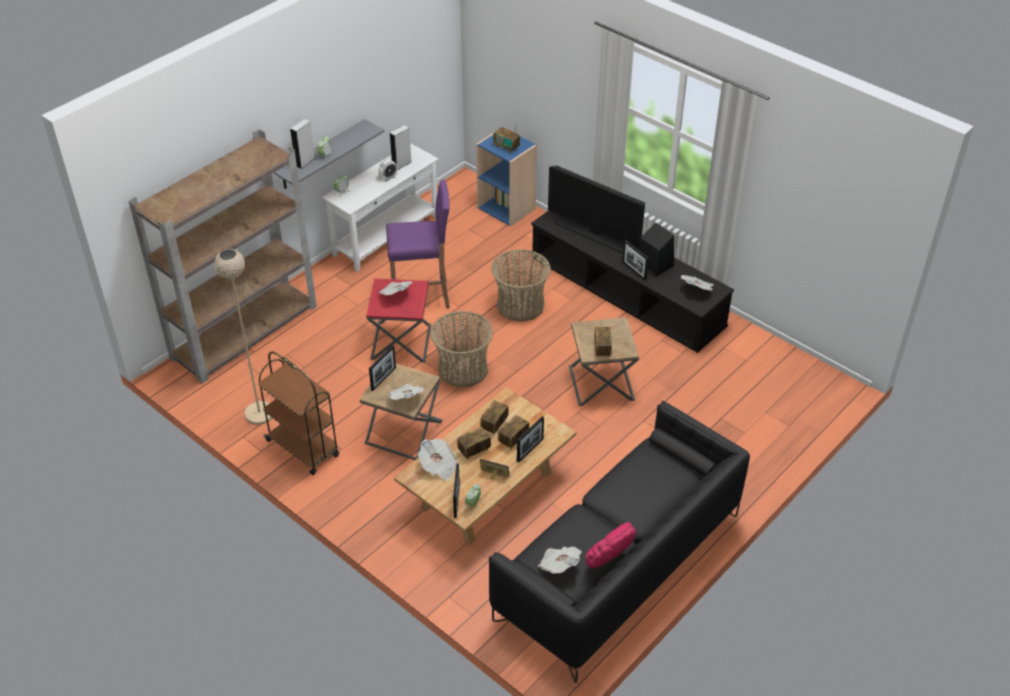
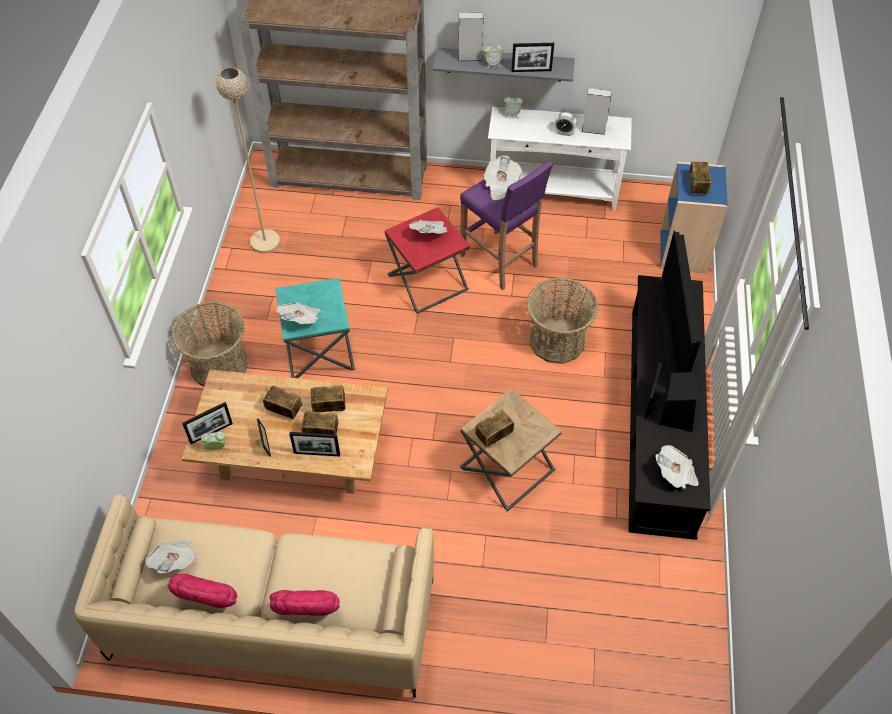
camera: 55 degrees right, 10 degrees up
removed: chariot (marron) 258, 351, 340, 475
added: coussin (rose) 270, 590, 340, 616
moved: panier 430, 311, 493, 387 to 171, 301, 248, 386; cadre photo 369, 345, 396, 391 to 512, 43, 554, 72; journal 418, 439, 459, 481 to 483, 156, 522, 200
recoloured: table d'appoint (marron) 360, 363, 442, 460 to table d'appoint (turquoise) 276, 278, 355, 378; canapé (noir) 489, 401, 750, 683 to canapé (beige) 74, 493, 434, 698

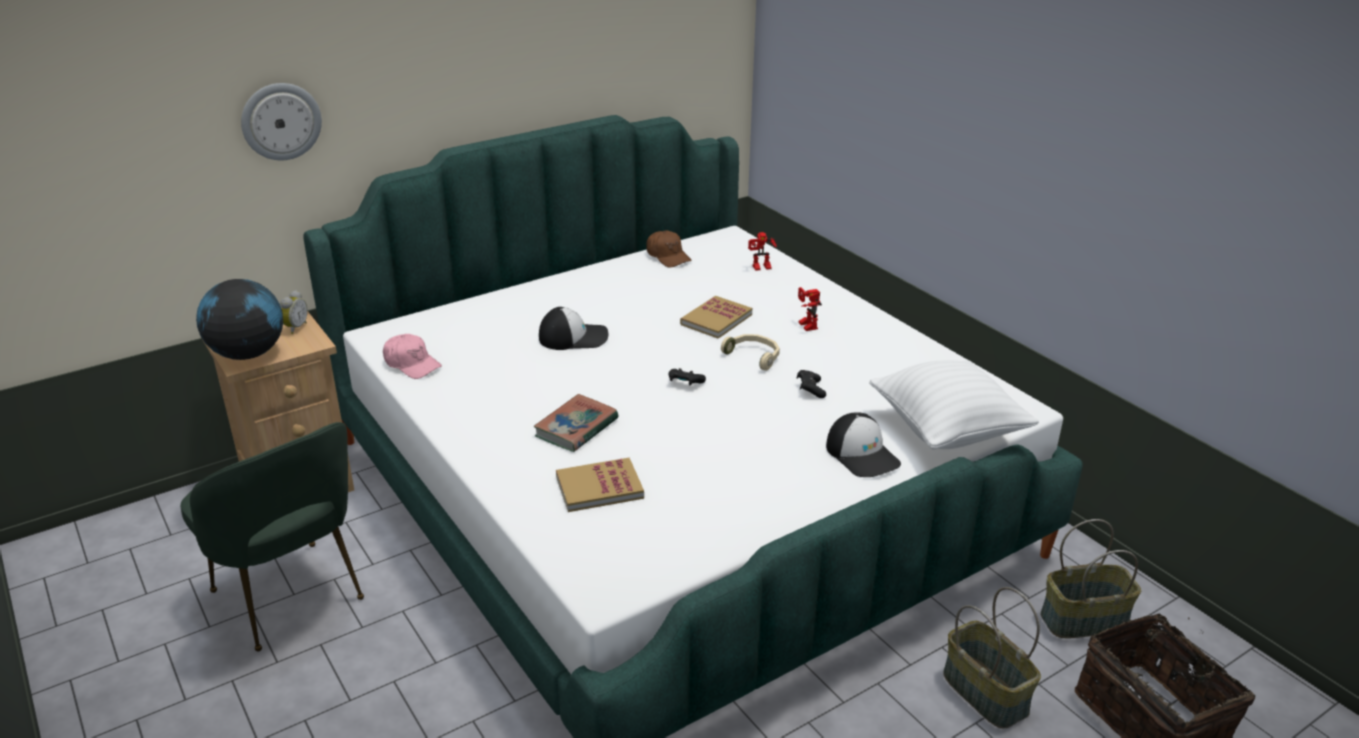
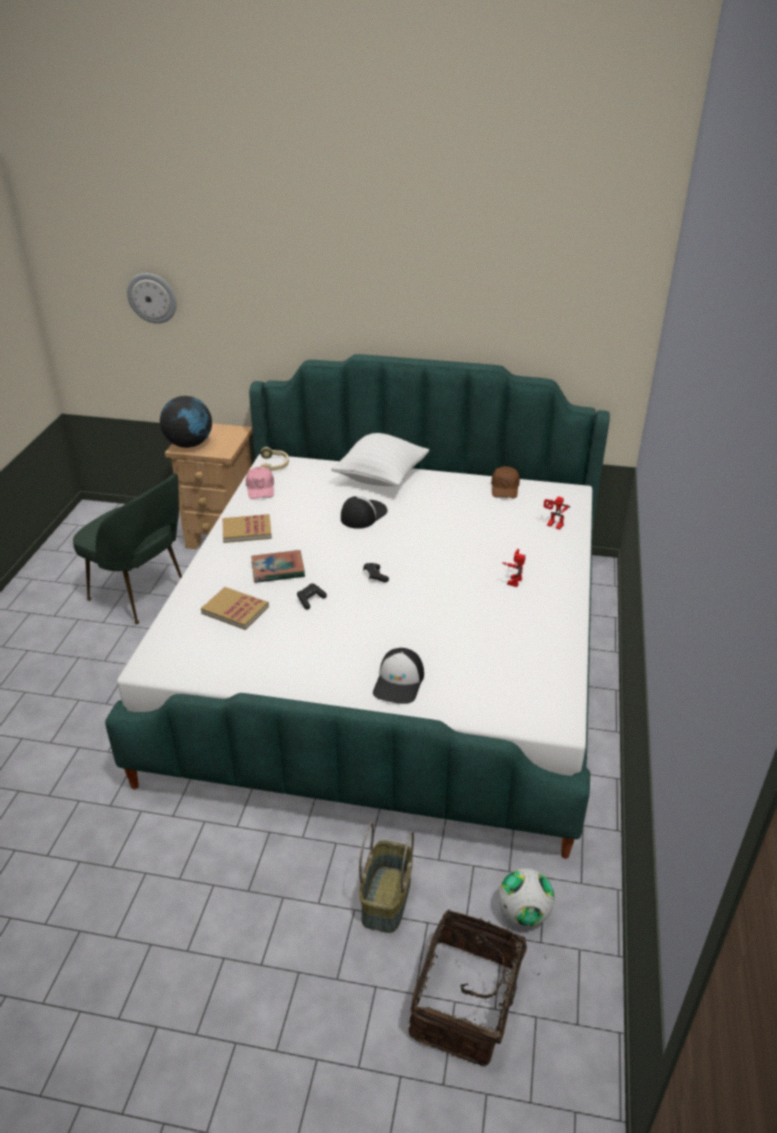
camera: 45 degrees right, 5 degrees up
removed: réveil 280, 290, 308, 334
moved: horloge murale 241, 83, 322, 160 to 127, 273, 177, 324; livre 680, 296, 752, 339 to 223, 514, 272, 543; casque audio (beige) 721, 334, 780, 371 to 260, 447, 289, 471; coussin (blanc) 869, 360, 1039, 450 to 332, 433, 429, 486; manette (noir) 797, 370, 826, 398 to 297, 583, 327, 610
replaced: panier 1041, 519, 1141, 638 to ballon de foot 499, 868, 554, 927
turned: casquette 539, 307, 608, 350 = 341, 496, 388, 529 90 degrees counterclockwise; chaise (vert) 180, 422, 364, 652 = 73, 473, 182, 624 60 degrees counterclockwise

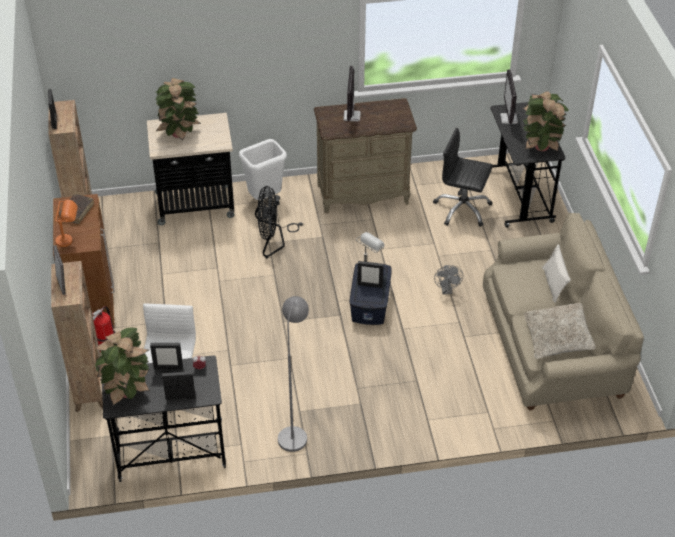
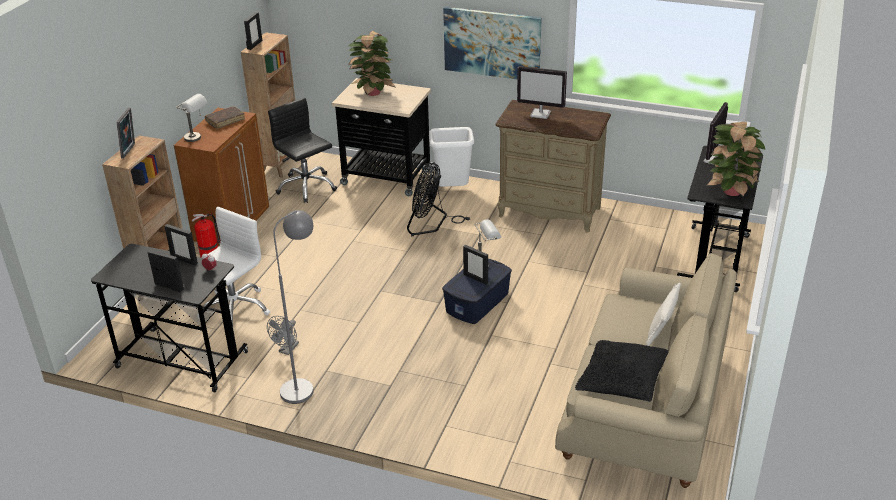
camera: 30 degrees right, 10 degrees down
removed: plante en pot 95, 327, 150, 406
added: tableau 443, 7, 542, 79
moved: chaise de bureau (noir) 433, 128, 493, 227 to 268, 98, 337, 203; ventilateur (gris) 434, 265, 463, 294 to 267, 316, 299, 355
recoloured: lampe de table (orange) 55, 200, 78, 247 to lampe de table (gris) 176, 94, 207, 142; coussin (beige) 524, 303, 596, 359 to coussin (noir) 575, 340, 669, 402
turned: écran d'ordinateur 343, 66, 361, 121 = 517, 66, 567, 119 105 degrees counterclockwise

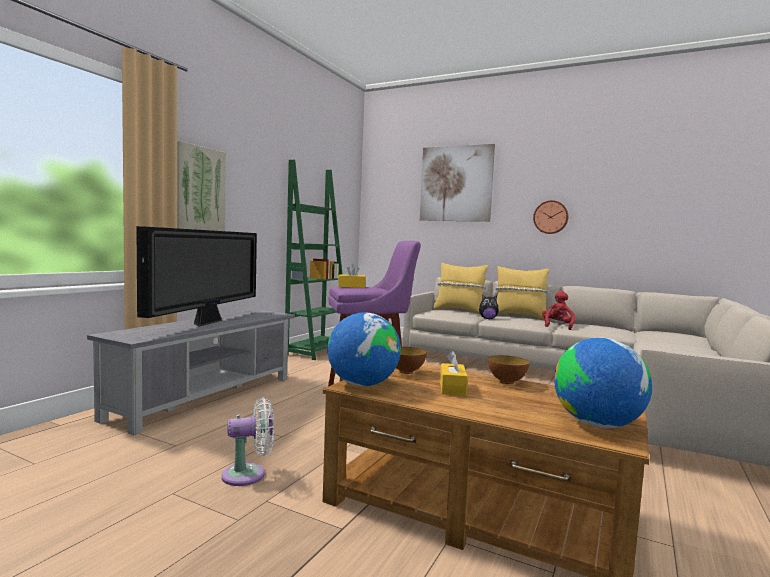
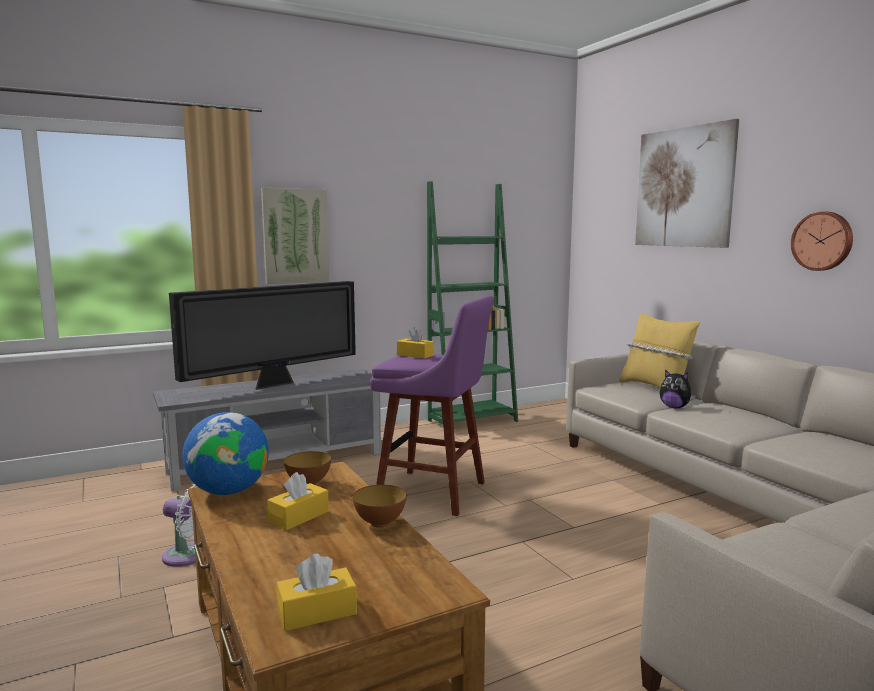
camera: 35 degrees right, 5 degrees up
removed: coussin (jaune) 495, 266, 549, 320; peluche (rouge) 542, 291, 575, 330
replaced: globe 554, 338, 652, 428 to boîte à mouchoirs (jaune) 277, 553, 357, 631

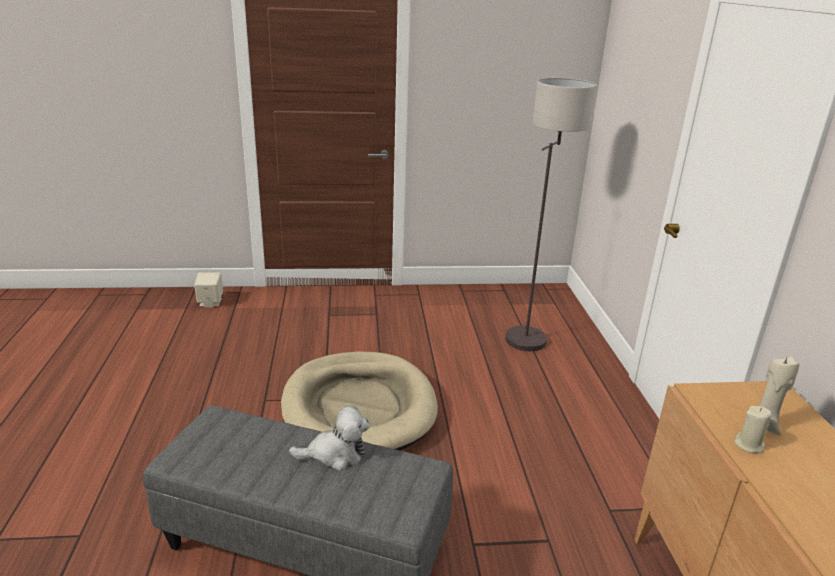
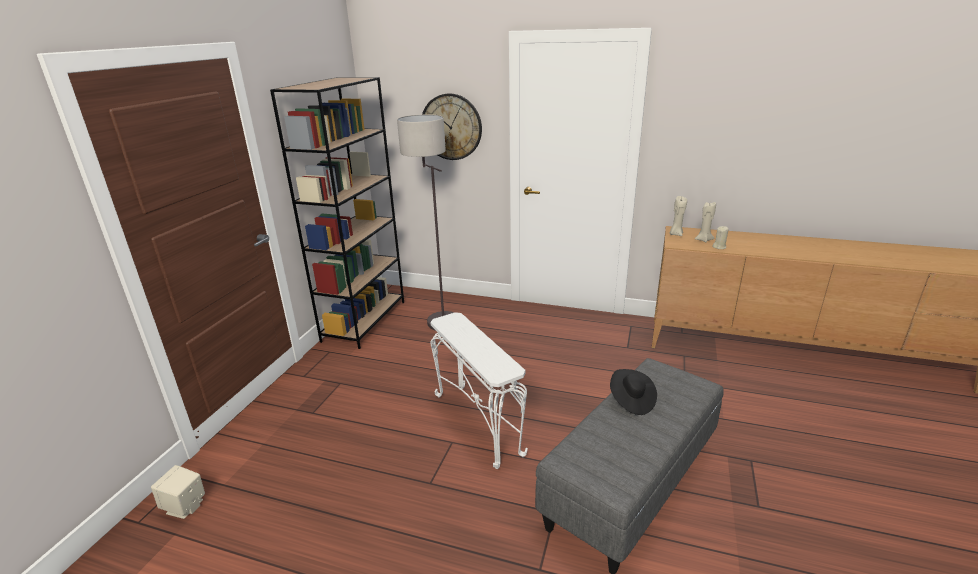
camera: 65 degrees left, 0 degrees up
added: bibliothèque (beige) 270, 77, 404, 349; horloge murale 422, 93, 482, 160; bougie (beige) 670, 196, 687, 236
replaced: panier pour chien (beige) 281, 351, 438, 451 to table d'appoint (blanc) 430, 312, 528, 469; peluche 289, 405, 370, 471 to chapeau (noir) 610, 369, 657, 415

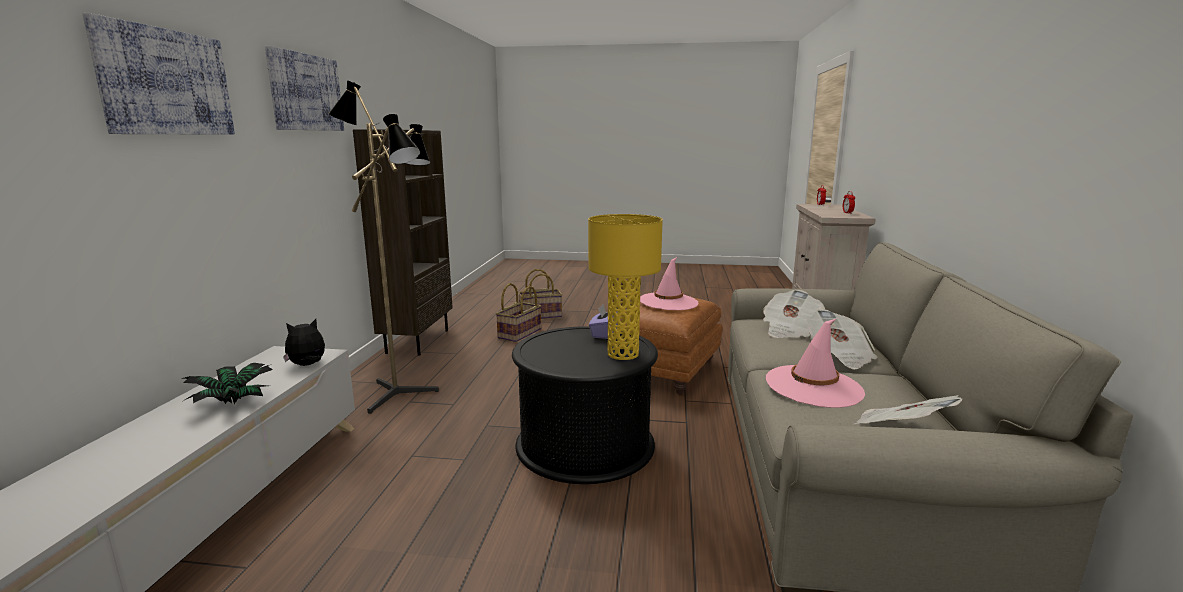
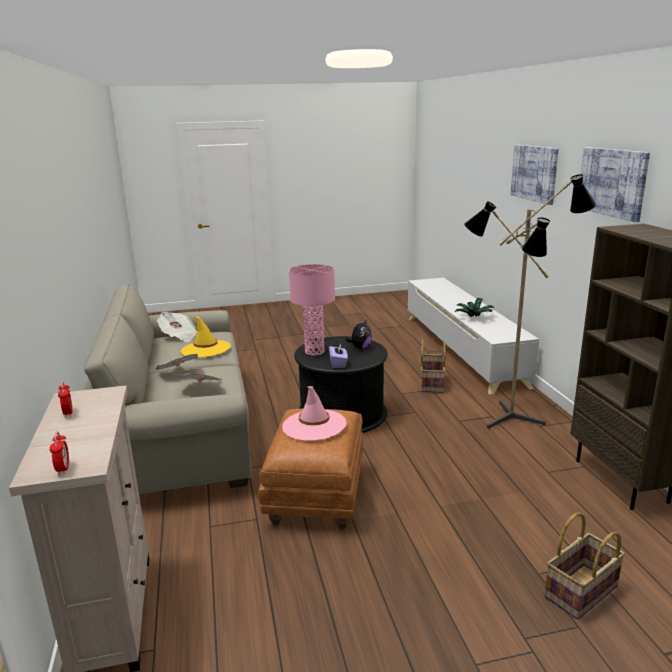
camera: 160 degrees right, 5 degrees up
moved: panier 496, 283, 541, 342 to 421, 340, 446, 393; peluche 283, 319, 325, 366 to 346, 319, 372, 349
recoloured: lampe de table (jaune) 588, 214, 663, 360 to lampe de table (rose) 289, 264, 335, 355; chapeau (rose) 765, 319, 865, 408 to chapeau (jaune) 181, 316, 231, 358

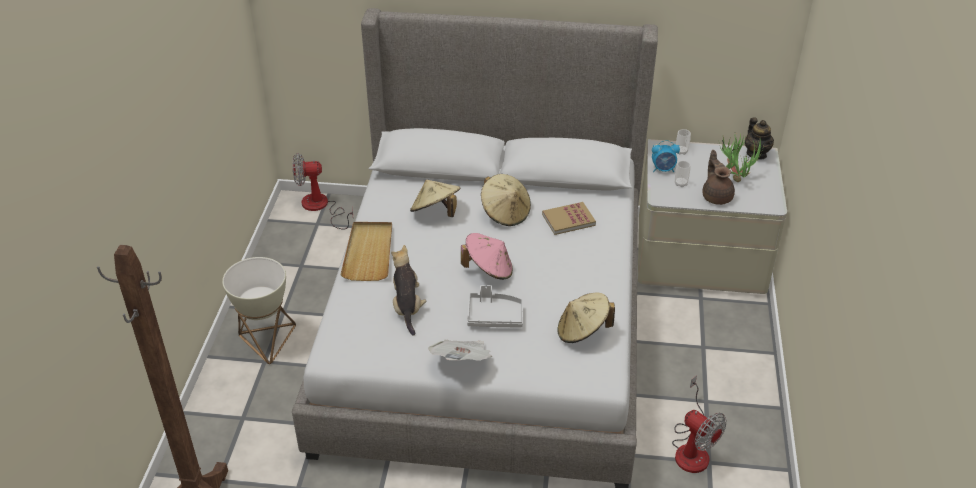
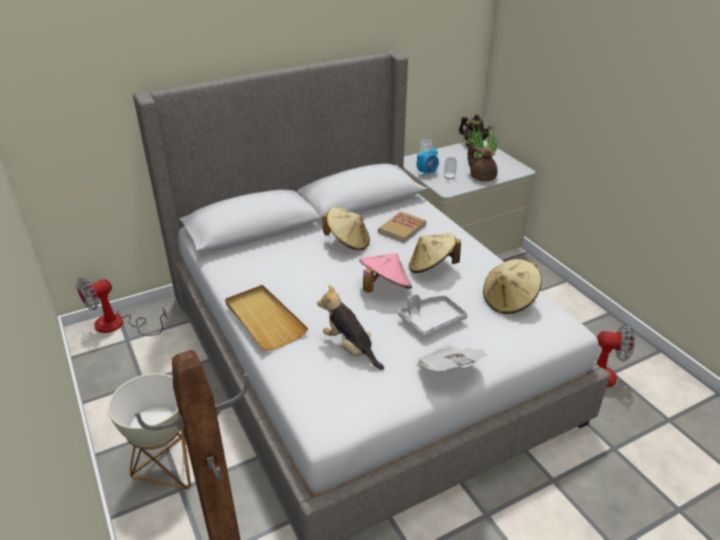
camera: 35 degrees left, 5 degrees down
moved: chapeau (beige) 410, 180, 460, 217 to 409, 233, 461, 273

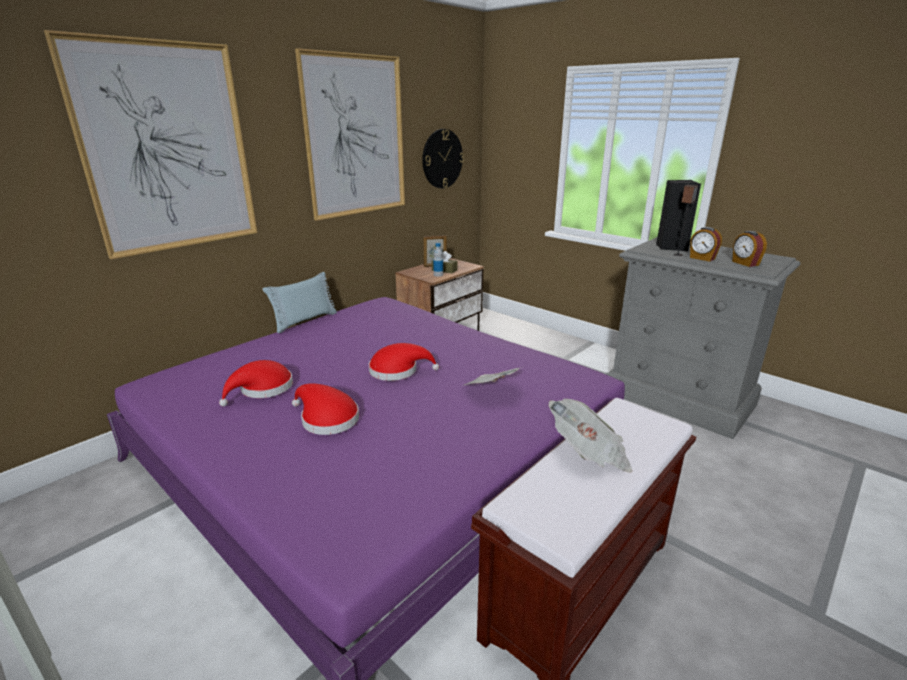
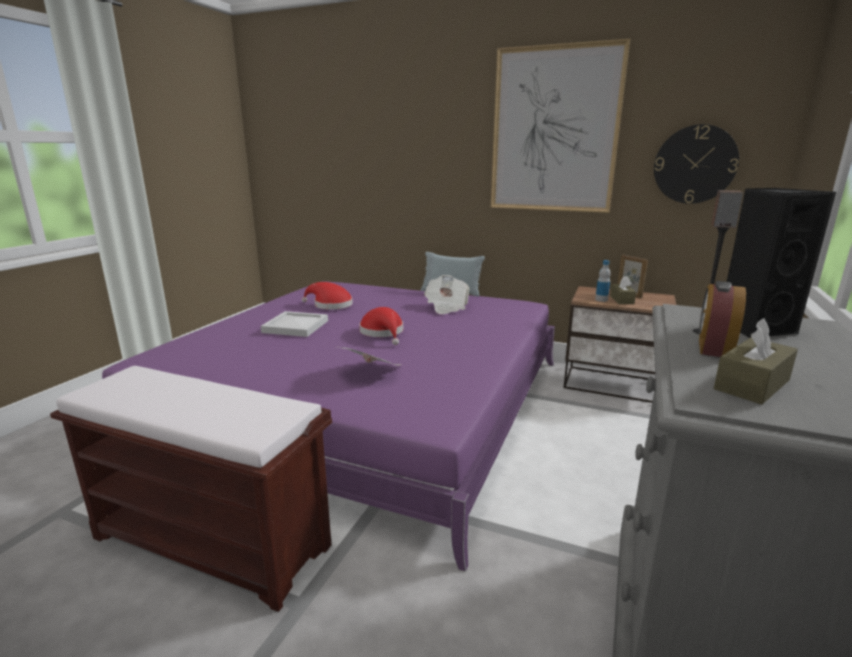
camera: 70 degrees right, 5 degrees down
removed: tableau 44, 30, 257, 259
moved: journal 548, 399, 633, 473 to 424, 275, 470, 314
replaced: réveil 732, 231, 767, 267 to boîte à mouchoirs (marron) 714, 318, 798, 405; chapeau (rouge) 292, 383, 359, 435 to plateau (blanc) 260, 311, 328, 337

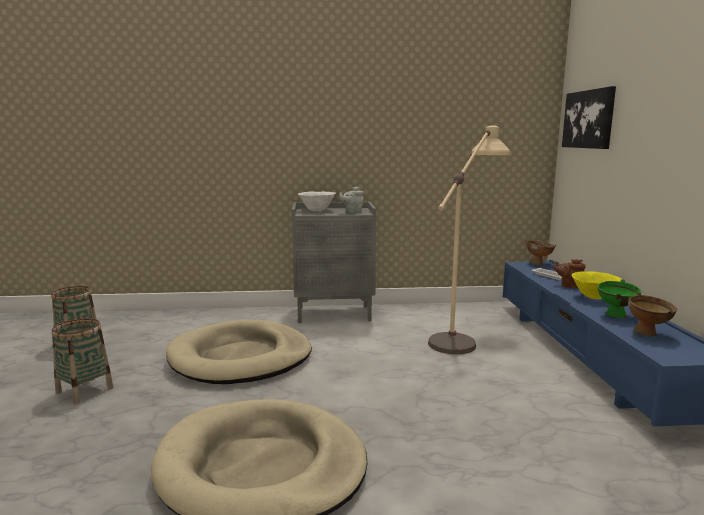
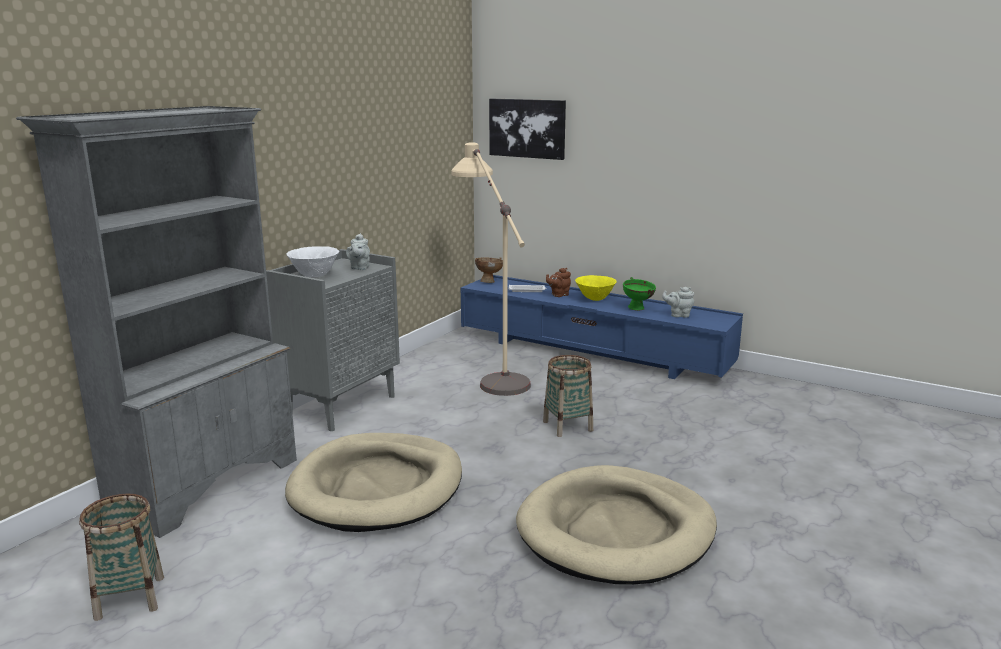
camera: 55 degrees left, 5 degrees up
added: bibliothèque (gris) 16, 106, 297, 538
moved: panier 51, 318, 113, 404 to 543, 355, 593, 437
replaced: bol (marron) 628, 292, 677, 337 to théière (gris) 662, 287, 694, 318

